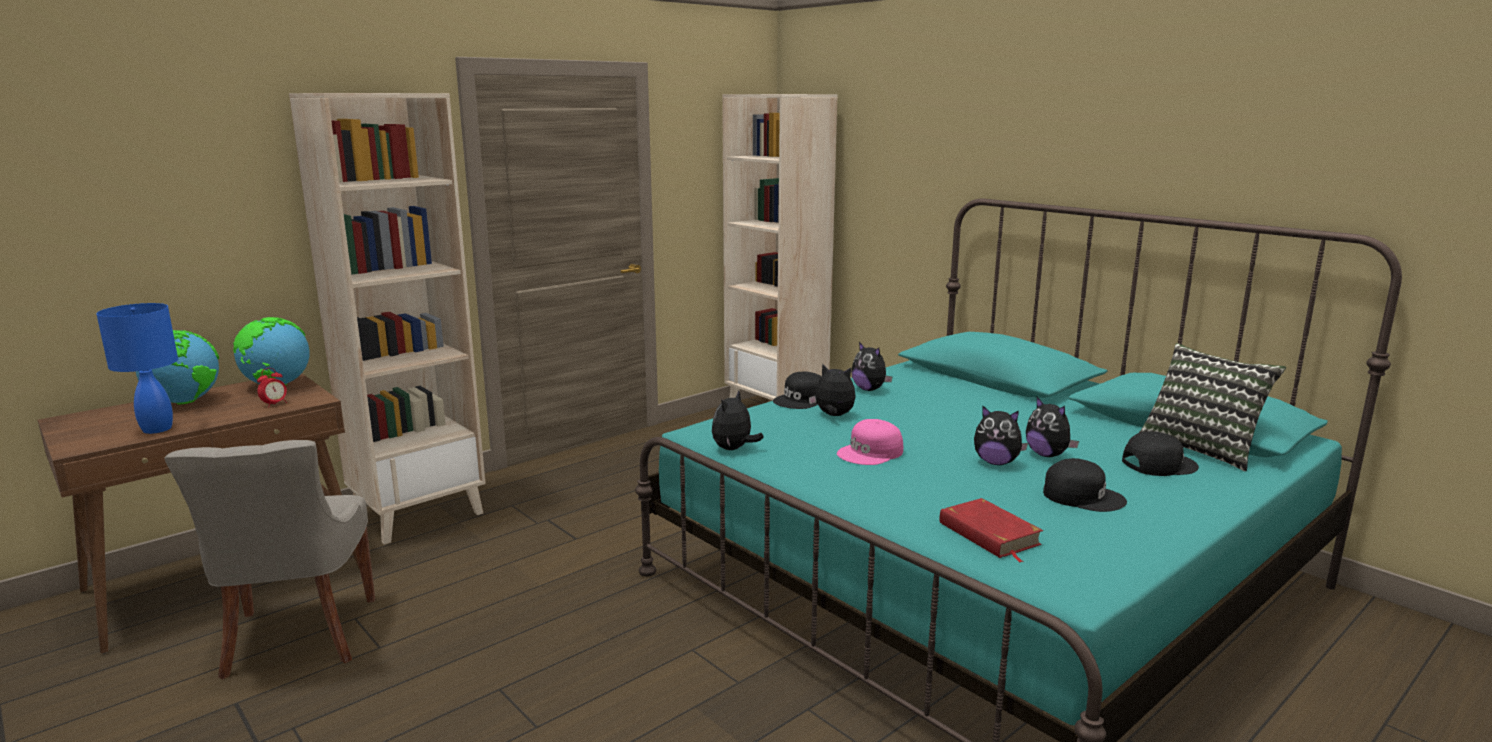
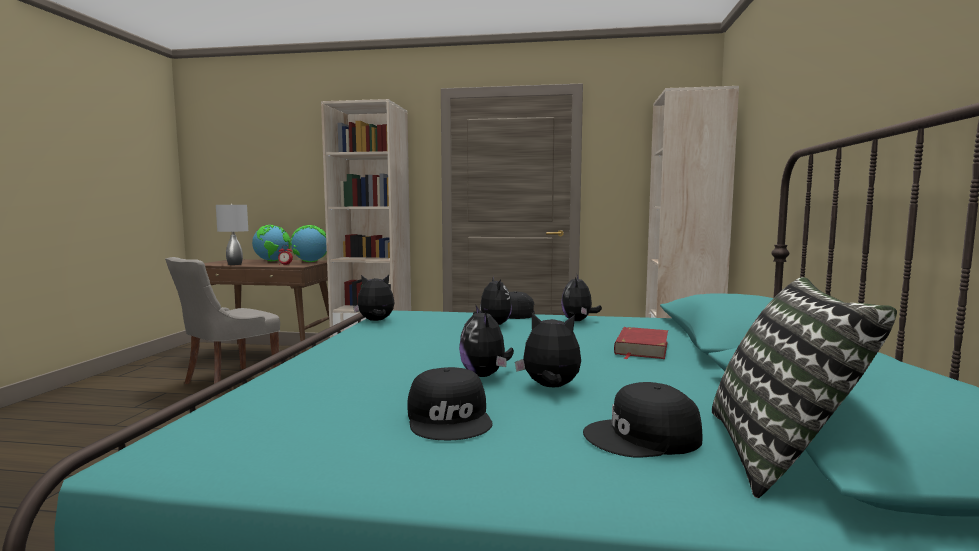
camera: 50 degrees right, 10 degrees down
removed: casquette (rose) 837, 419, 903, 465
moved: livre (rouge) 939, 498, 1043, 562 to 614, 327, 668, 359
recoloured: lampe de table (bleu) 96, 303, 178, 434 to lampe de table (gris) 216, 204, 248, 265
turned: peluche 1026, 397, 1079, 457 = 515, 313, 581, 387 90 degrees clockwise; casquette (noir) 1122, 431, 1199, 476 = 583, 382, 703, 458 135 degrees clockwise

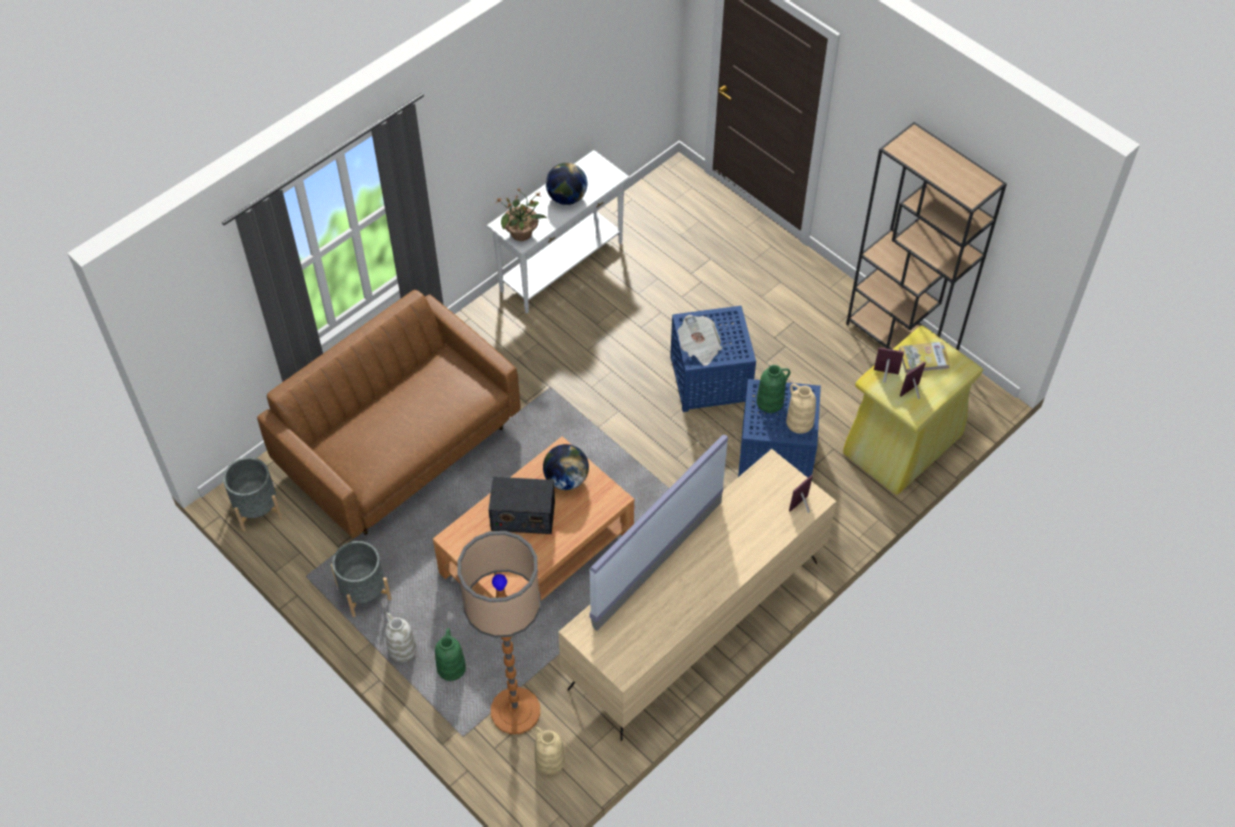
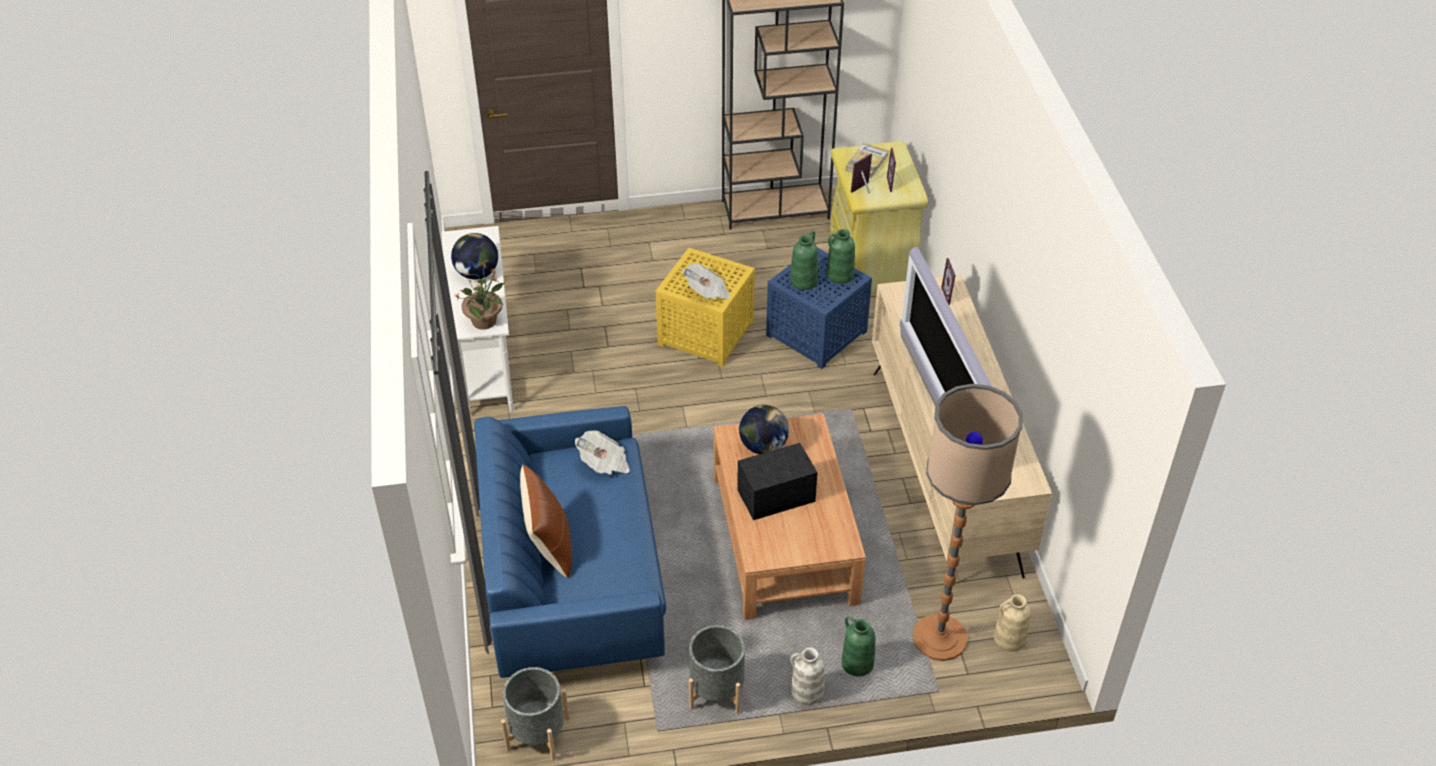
camera: 55 degrees left, 10 degrees down
added: journal 575, 430, 629, 475; coussin (marron) 520, 465, 572, 578
recoloured: canapé (marron) 257, 290, 521, 538 to canapé (bleu) 474, 406, 666, 678; table d'appoint (bleu) 670, 306, 756, 412 to table d'appoint (jaune) 655, 248, 755, 367; vase (beige) 786, 384, 816, 434 to vase (vert) 827, 229, 855, 284
turned: radio 488, 477, 555, 534 = 737, 443, 817, 520 150 degrees counterclockwise

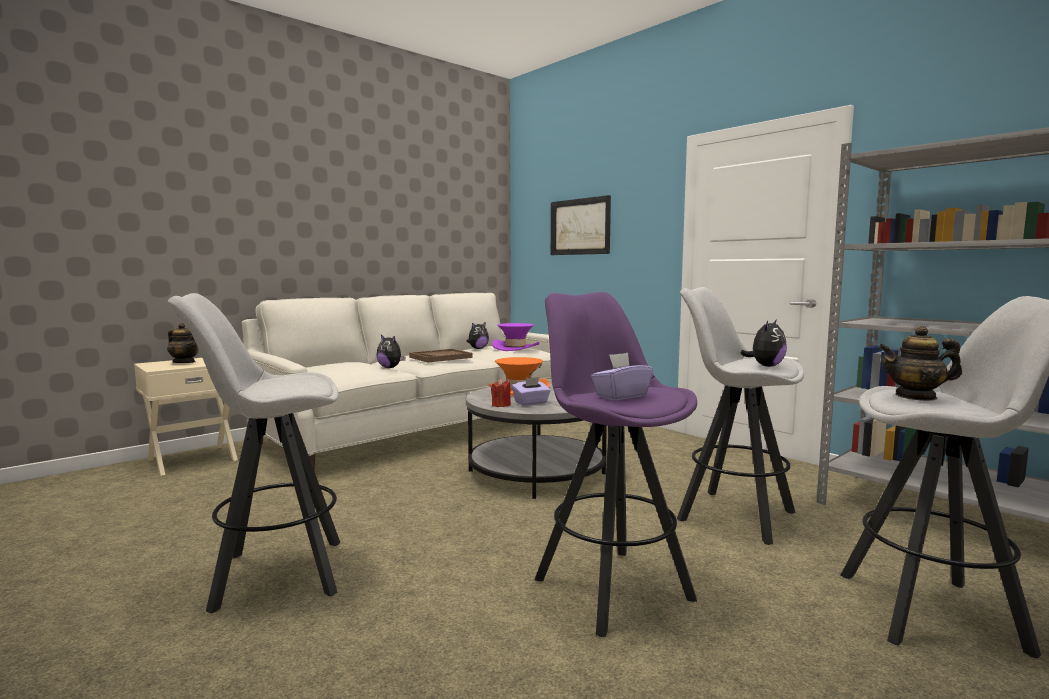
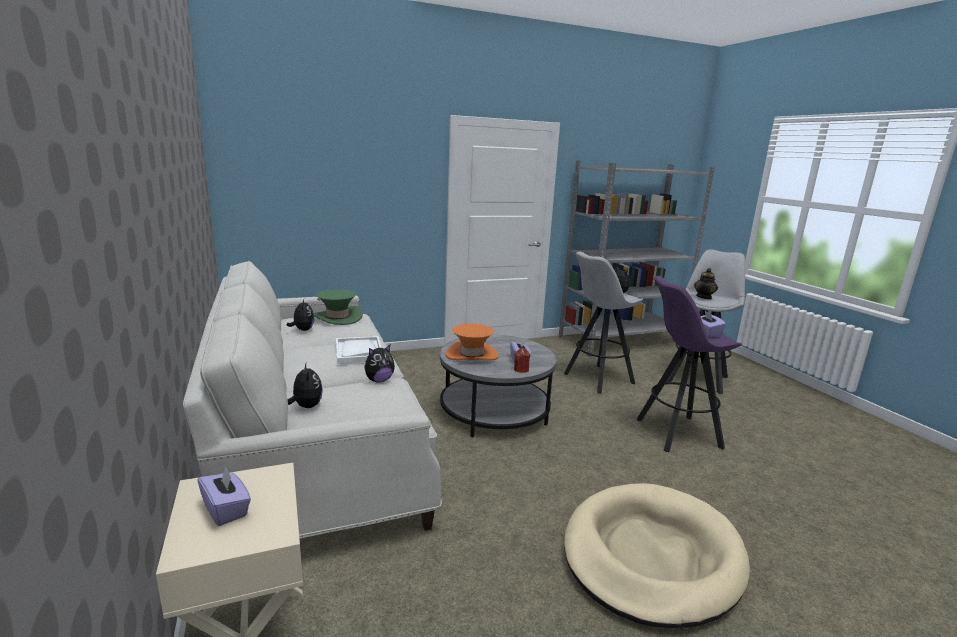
camera: 70 degrees left, 10 degrees up
removed: tableau 551, 195, 611, 255
added: peluche 287, 363, 323, 408
replaced: tabouret (gris) 168, 293, 340, 614 to panier pour chien (beige) 564, 483, 750, 628; théière 167, 323, 199, 363 to boîte à mouchoirs (violet) 197, 466, 251, 526
recoloured: chapeau (violet) 492, 323, 540, 351 to chapeau (vert) 314, 289, 363, 325; plateau (marron) 409, 349, 473, 363 to plateau (blanc) 336, 336, 382, 364

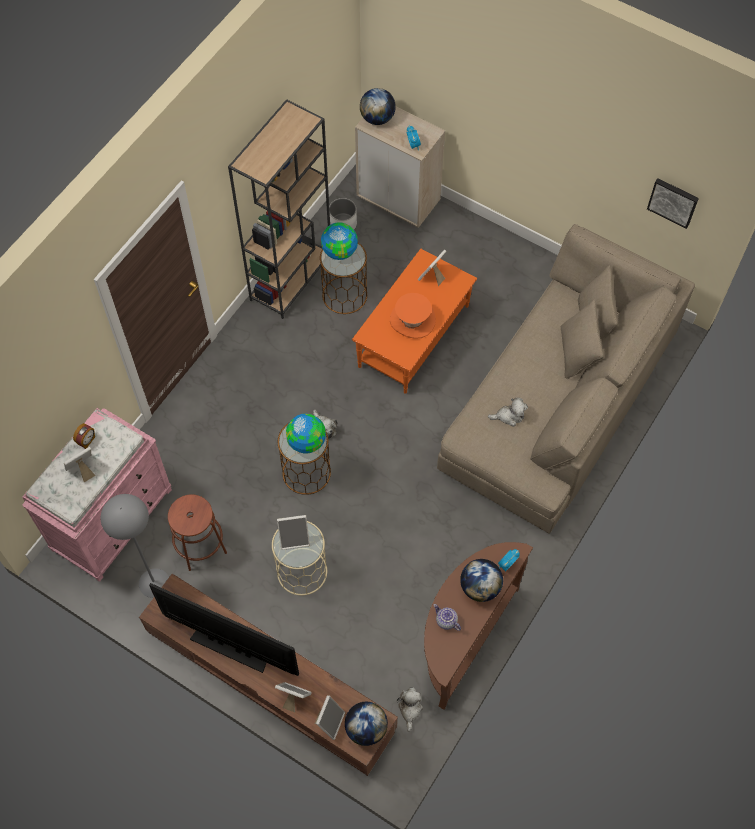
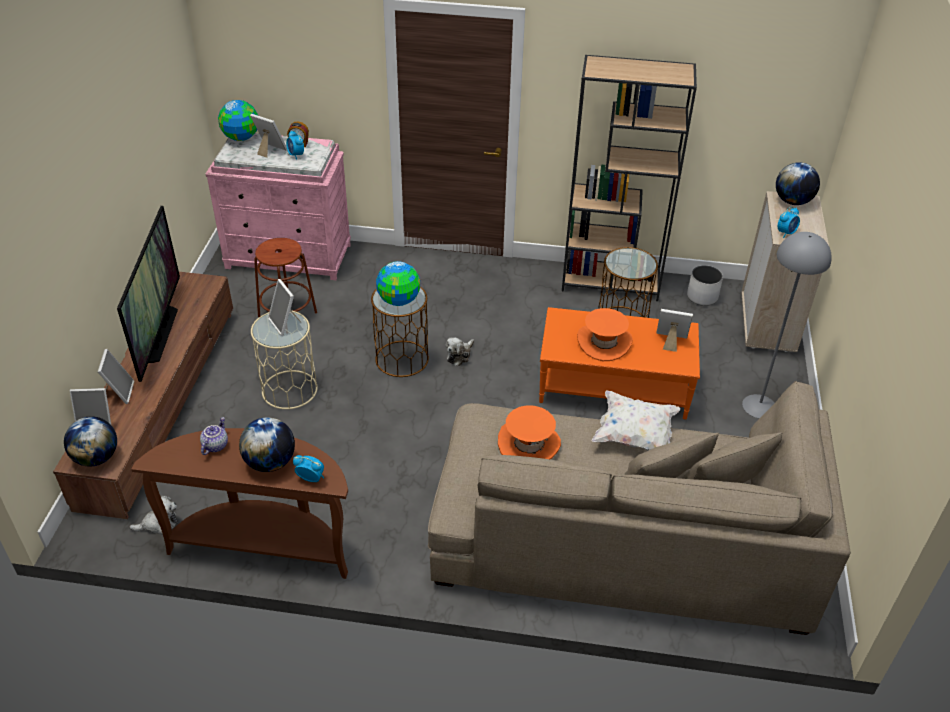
camera: 65 degrees right, 20 degrees down
removed: tableau 647, 178, 699, 229
added: réveil 286, 130, 304, 160; coussin (blanc) 592, 390, 680, 451
moved: globe 321, 222, 358, 260 to 218, 100, 258, 141; lampadaire (gris) 101, 494, 169, 598 to 742, 232, 832, 418
replaced: peluche 488, 397, 528, 427 to chapeau (orange) 498, 405, 561, 460

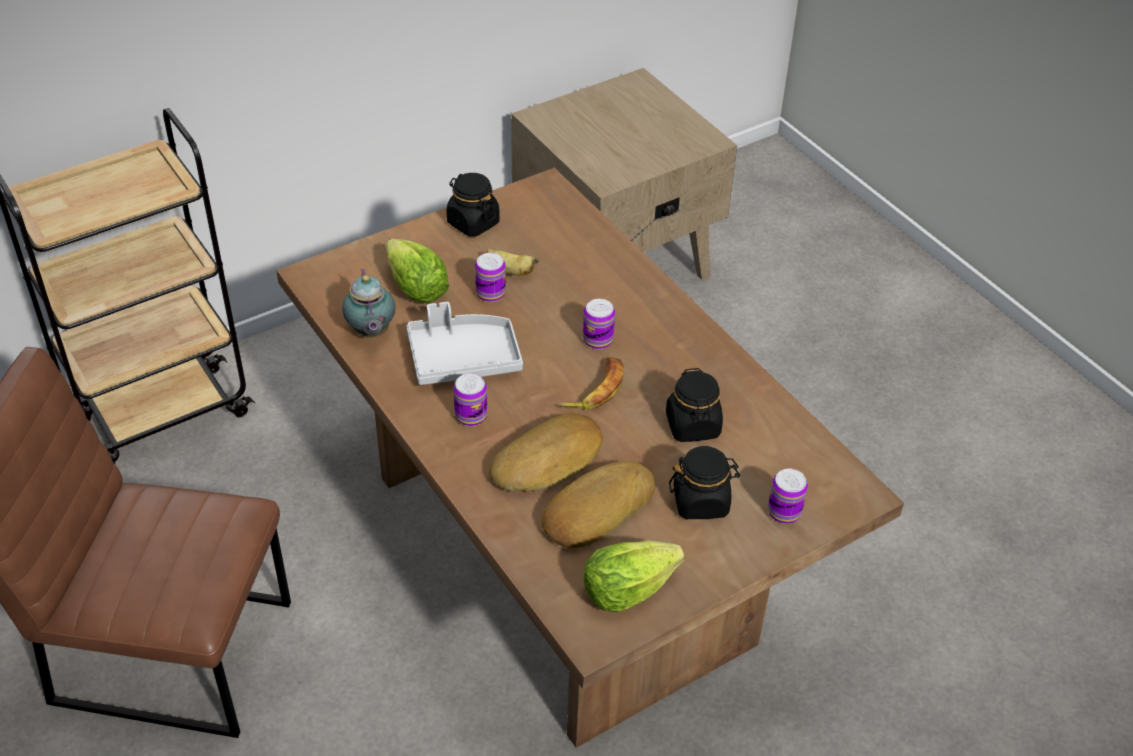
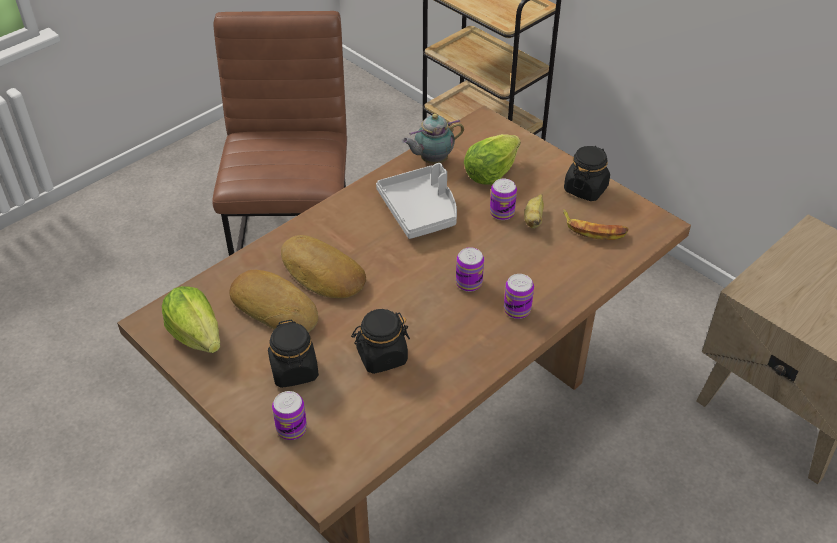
camera: 80 degrees right, 0 degrees up
moved: banane 559, 357, 624, 410 to 563, 209, 628, 240; boîte métallique 453, 373, 487, 426 to 504, 274, 534, 319

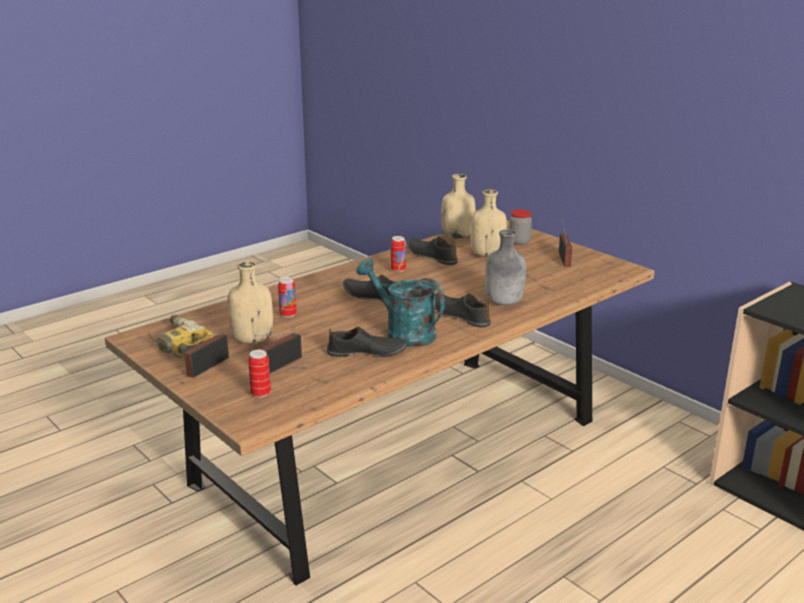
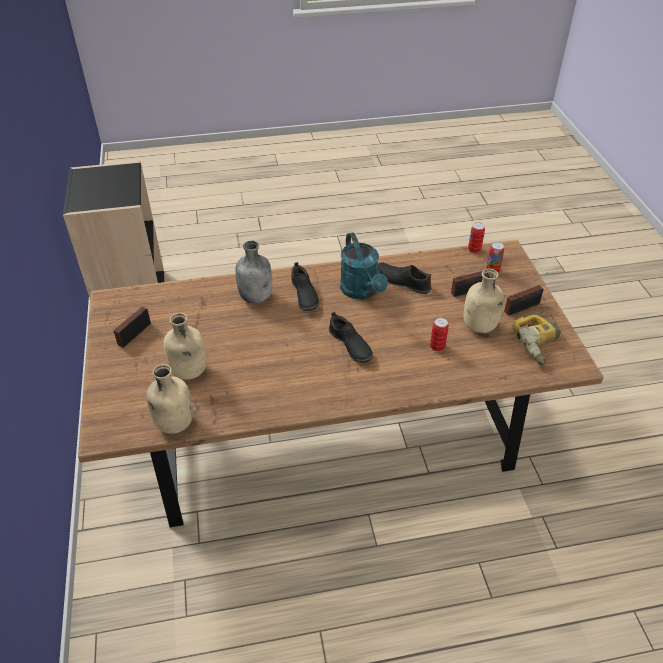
camera: 150 degrees left, 20 degrees up
removed: bocal 509, 209, 532, 245; chaussure (noir) 408, 236, 458, 265
moved: boîte métallique 391, 236, 406, 273 to 468, 222, 485, 254

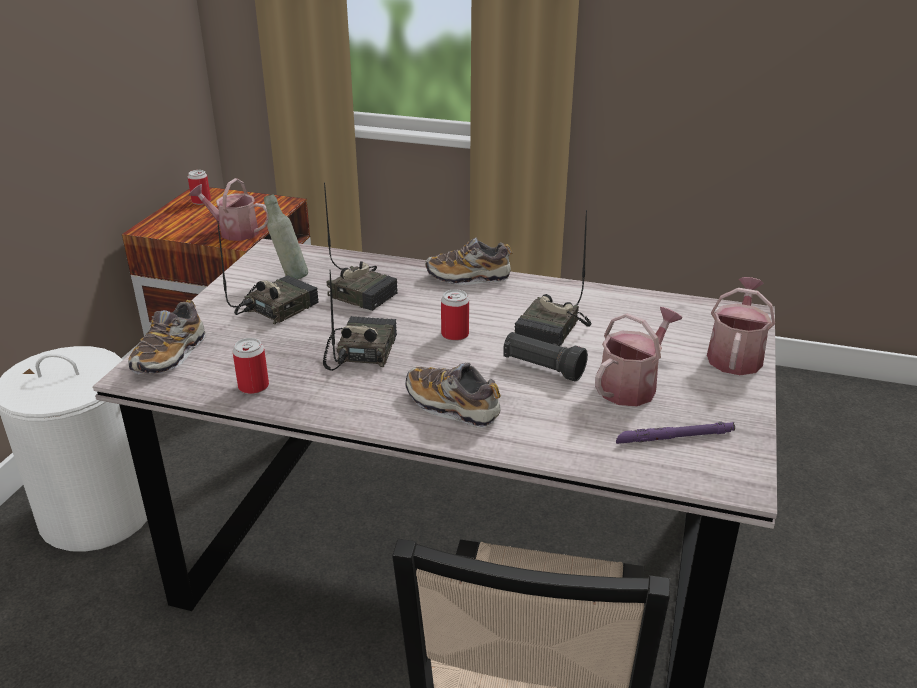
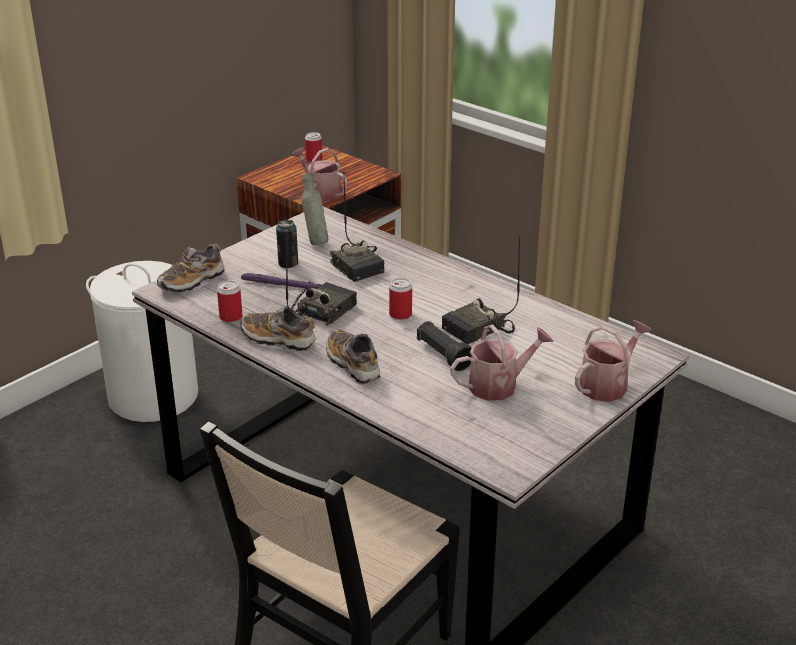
camera: 25 degrees right, 0 degrees up
moved: chaussure 425, 238, 512, 285 to 240, 306, 315, 352; lampe de poche (violet) 616, 421, 735, 444 to 241, 273, 321, 289
replaced: radio 218, 222, 319, 325 to boîte métallique 276, 220, 298, 268

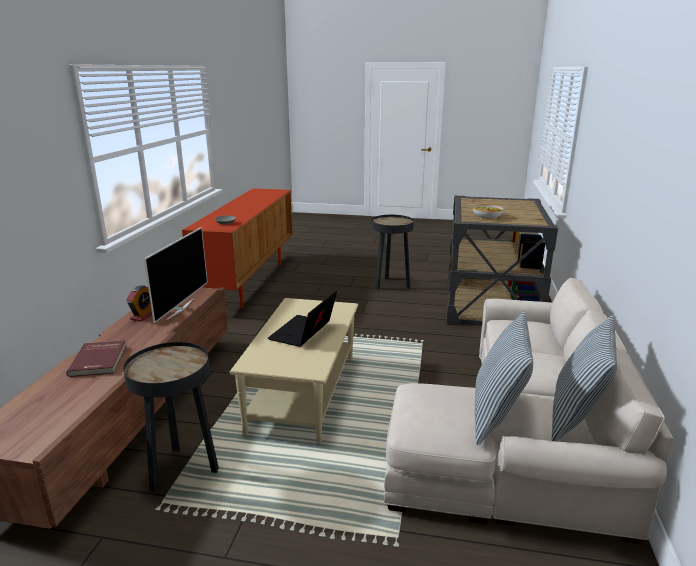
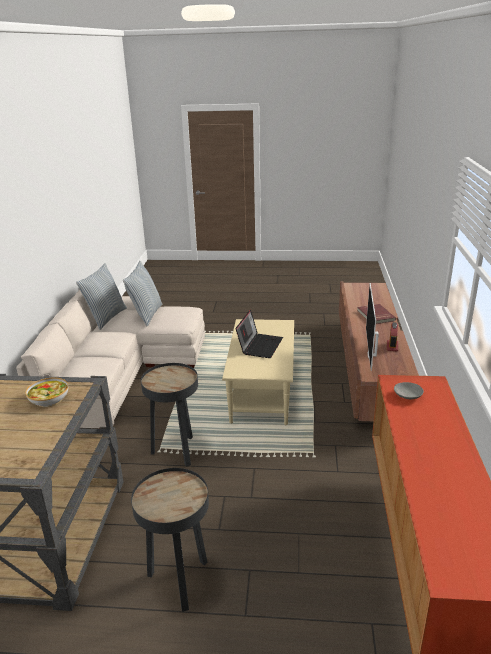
camera: 175 degrees right, 5 degrees up
moved: table d'appoint (noir) 123, 342, 219, 493 to 141, 363, 198, 467

